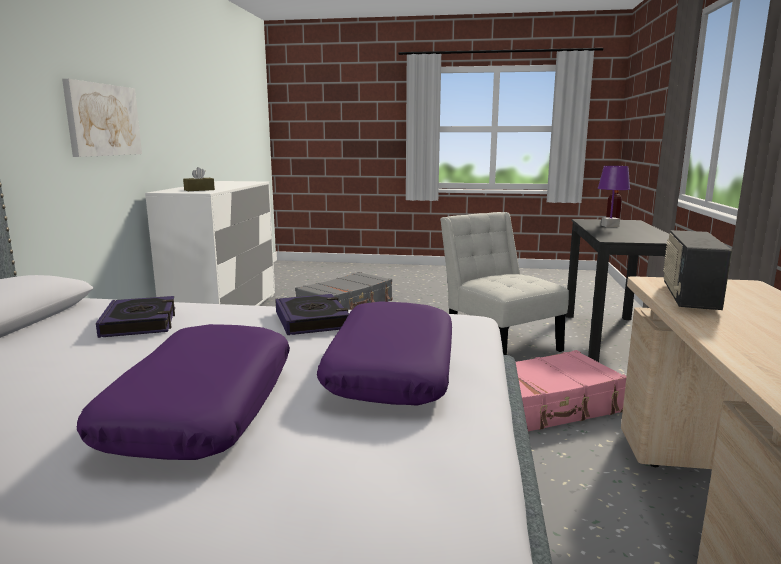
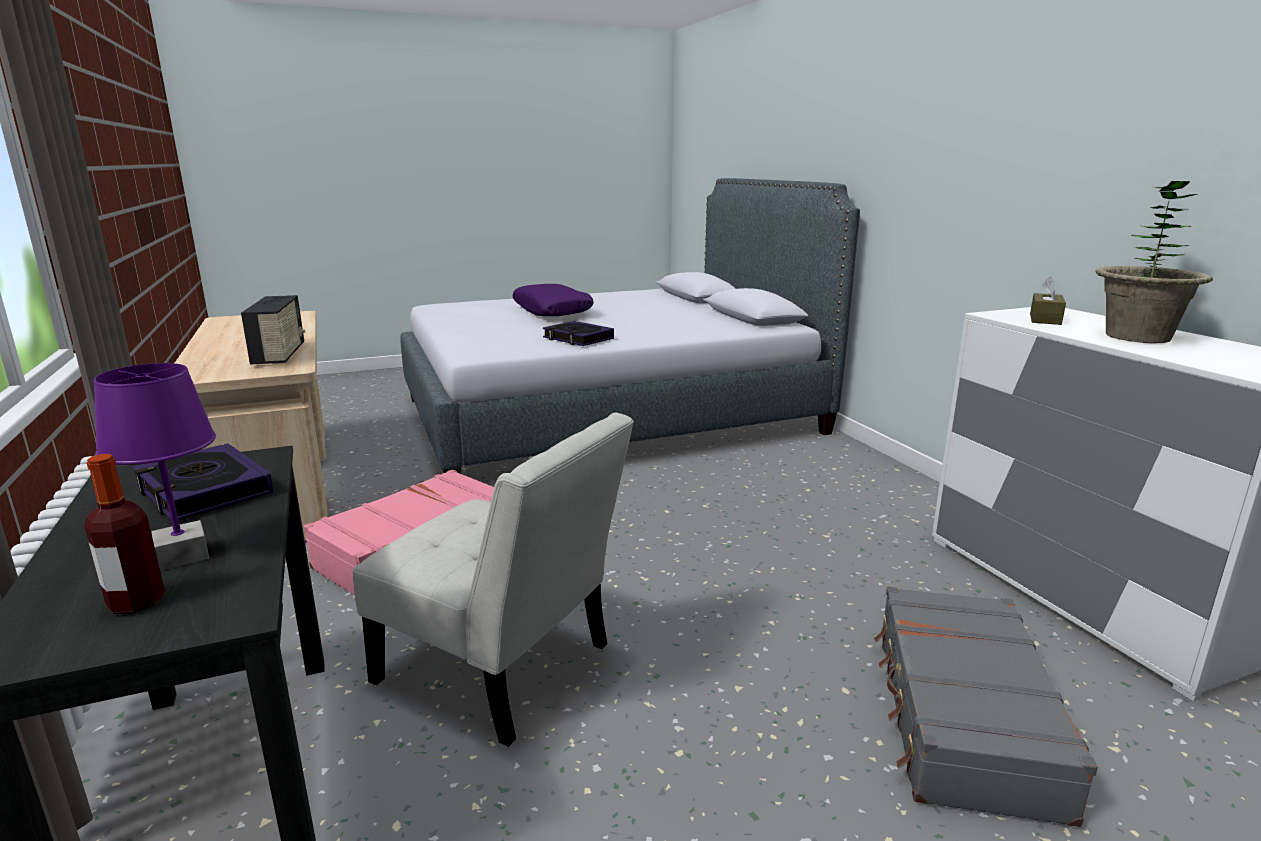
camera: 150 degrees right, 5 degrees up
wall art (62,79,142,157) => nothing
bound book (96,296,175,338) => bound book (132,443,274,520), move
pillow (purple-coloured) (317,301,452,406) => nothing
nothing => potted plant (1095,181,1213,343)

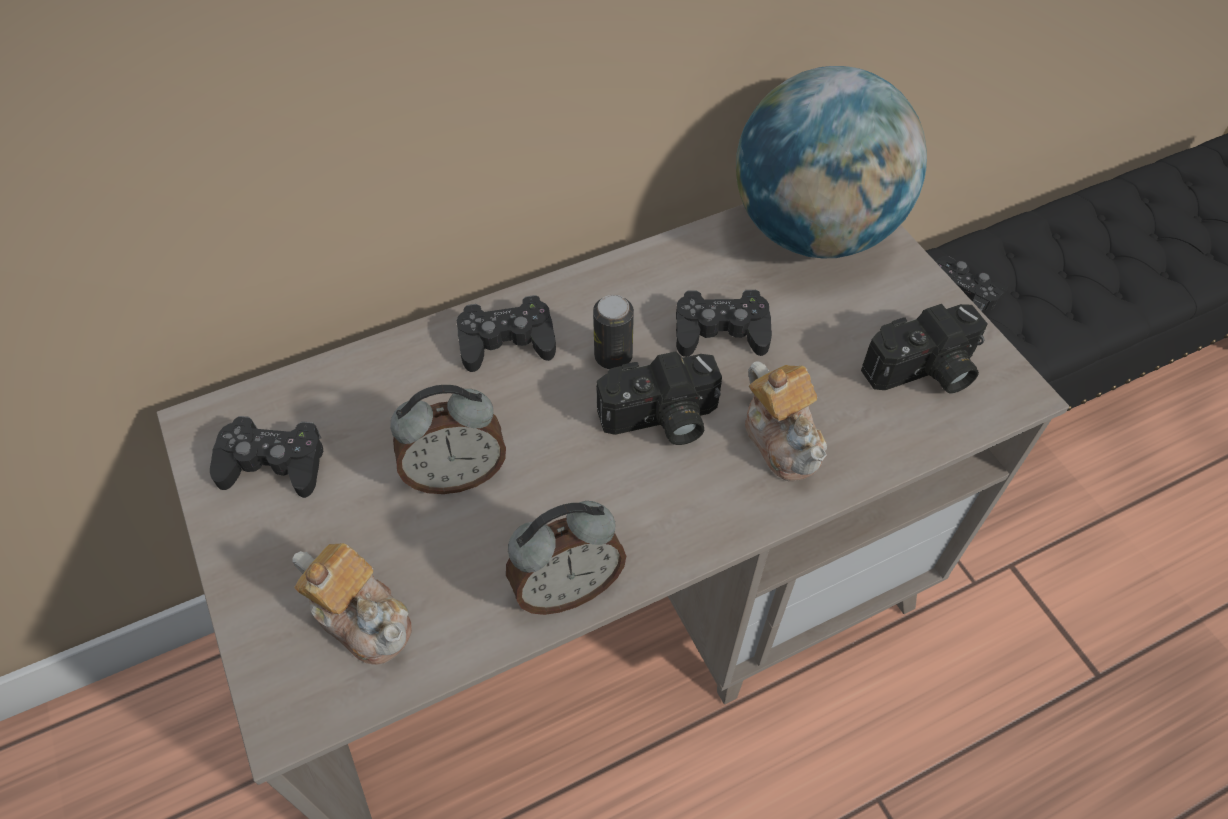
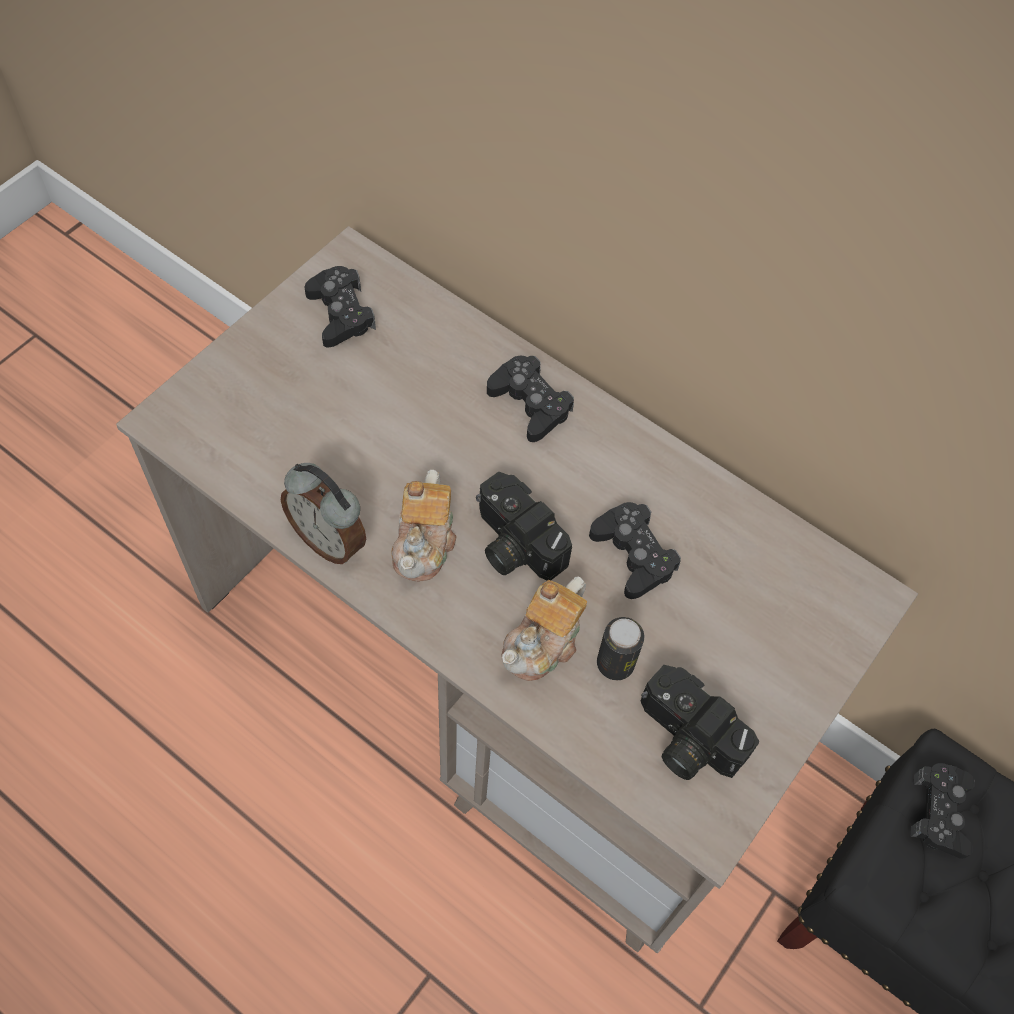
camera: 60 degrees right, 5 degrees up
globe (736,66,927,258) => nothing
sealed can (593,295,634,369) => sealed can (597,617,644,680), move
bedside clock (390,385,506,494) => nothing
tea pot (292,543,412,665) => tea pot (391,470,457,582), move

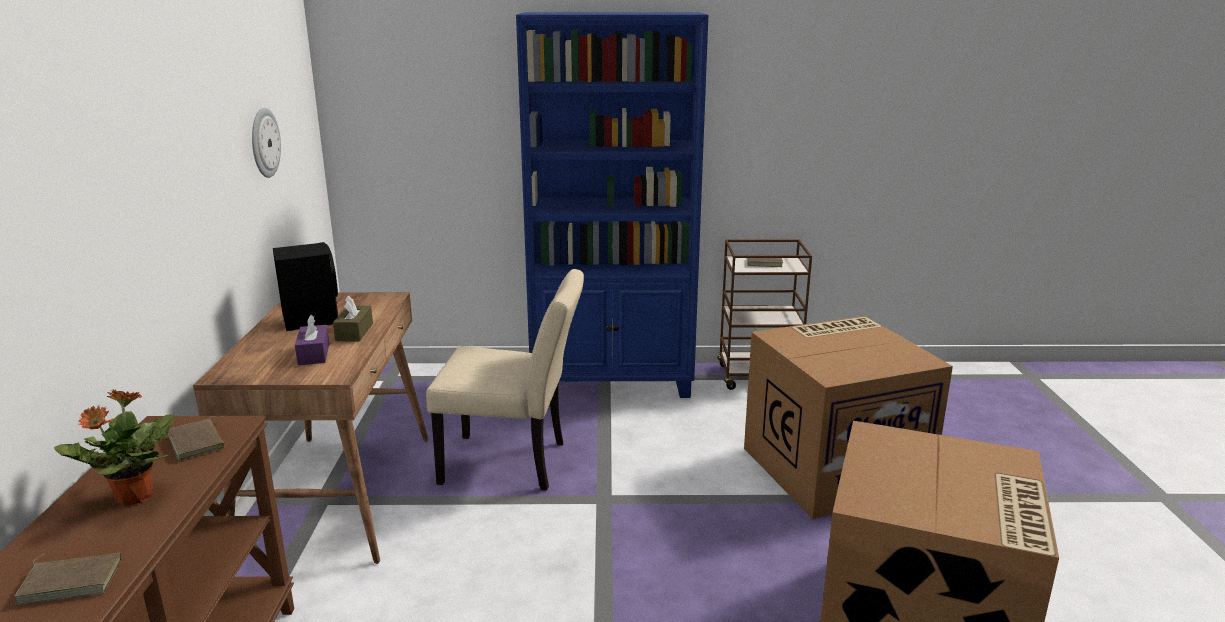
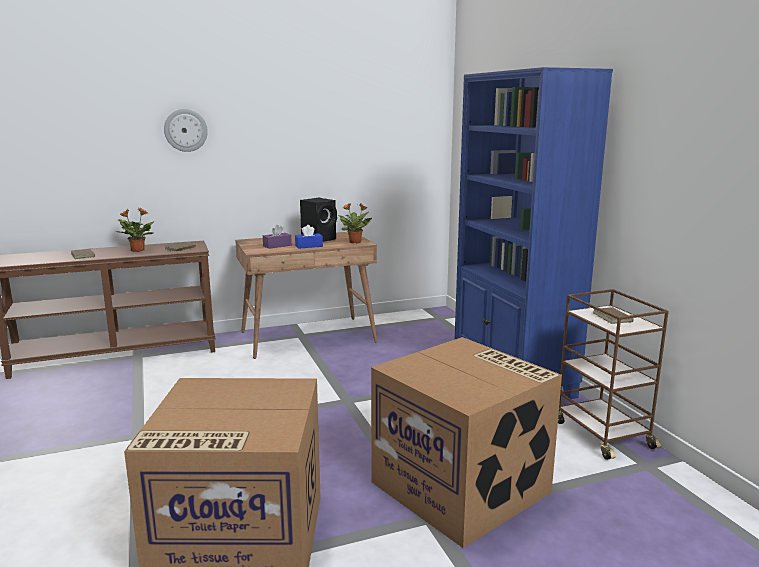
camera: 70 degrees right, 5 degrees down
hanging clock (252,108,281,178) => hanging clock (164,109,208,152), move
upright chair (sand-coloured) (426,269,584,490) => nothing
tissue holder (brown-coloured) (333,295,373,341) => tissue holder (blue-coloured) (295,225,323,249)
nothing => potted plant (338,203,372,243)

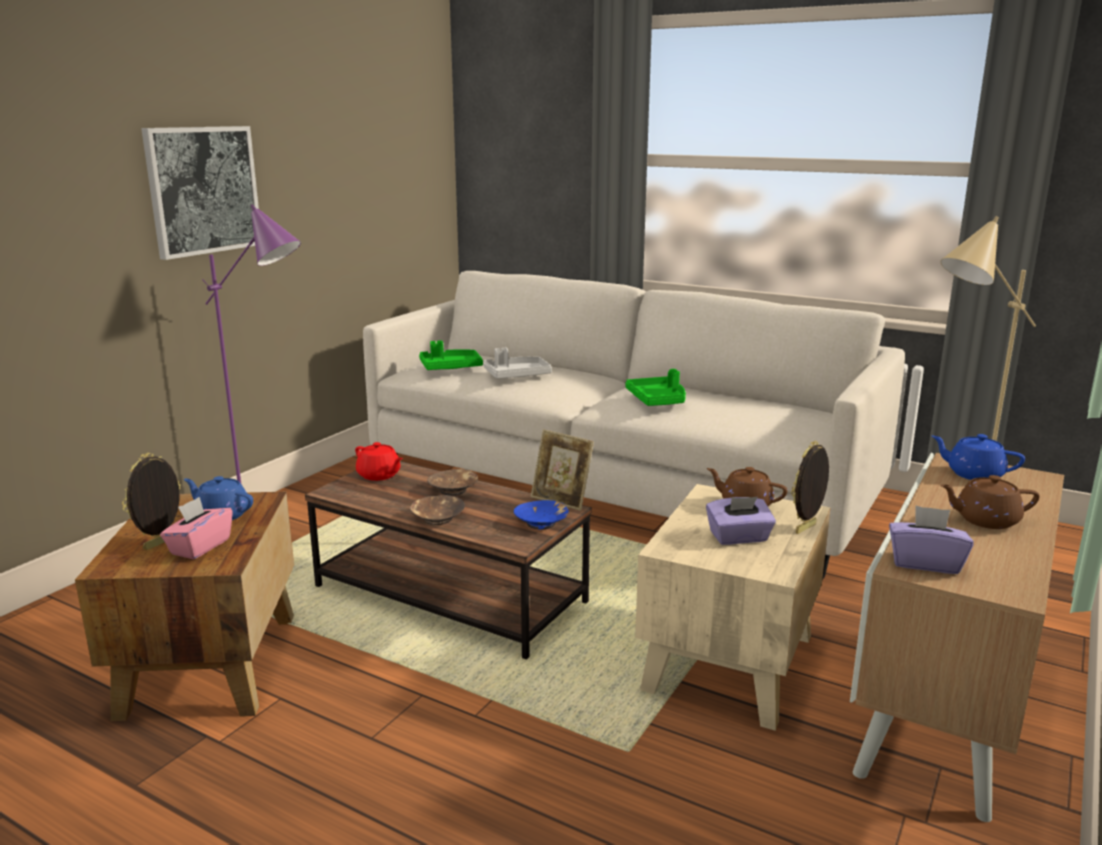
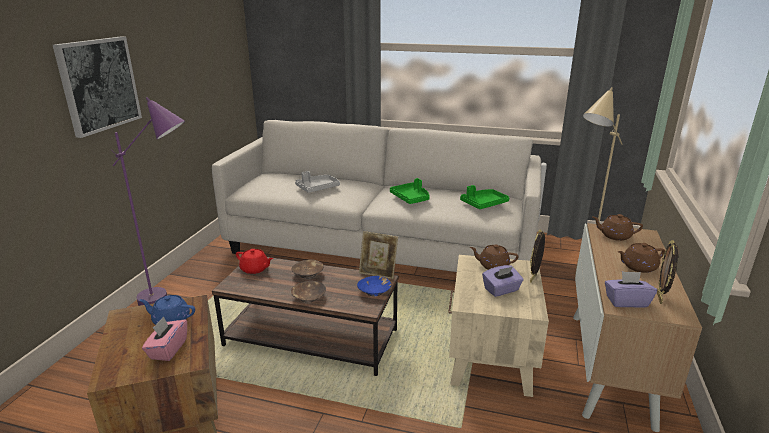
camera: 15 degrees left, 5 degrees up
tray (green-coloured) (419,340,483,370) => tray (green-coloured) (460,185,509,209), move
tea pot (blue-coloured) (932,434,1025,480) => tea pot (brown-coloured) (593,214,643,241)
photo frame (122,453,180,550) => photo frame (657,240,678,304), move

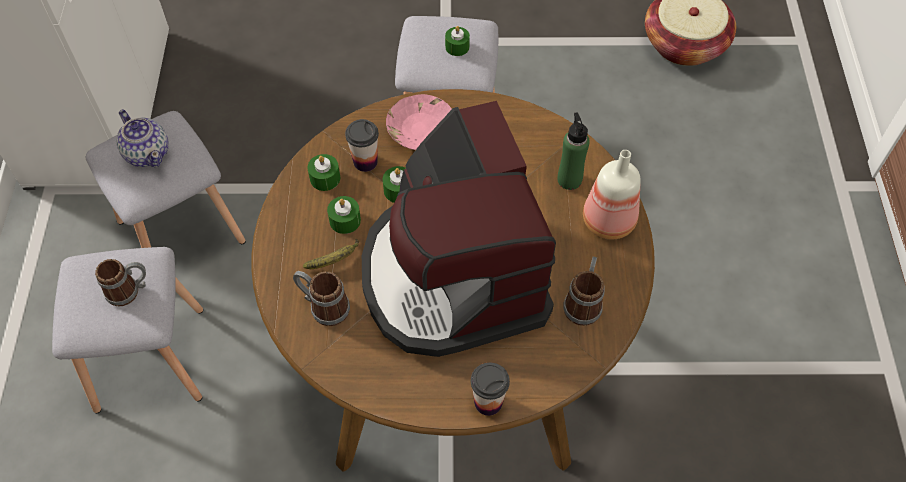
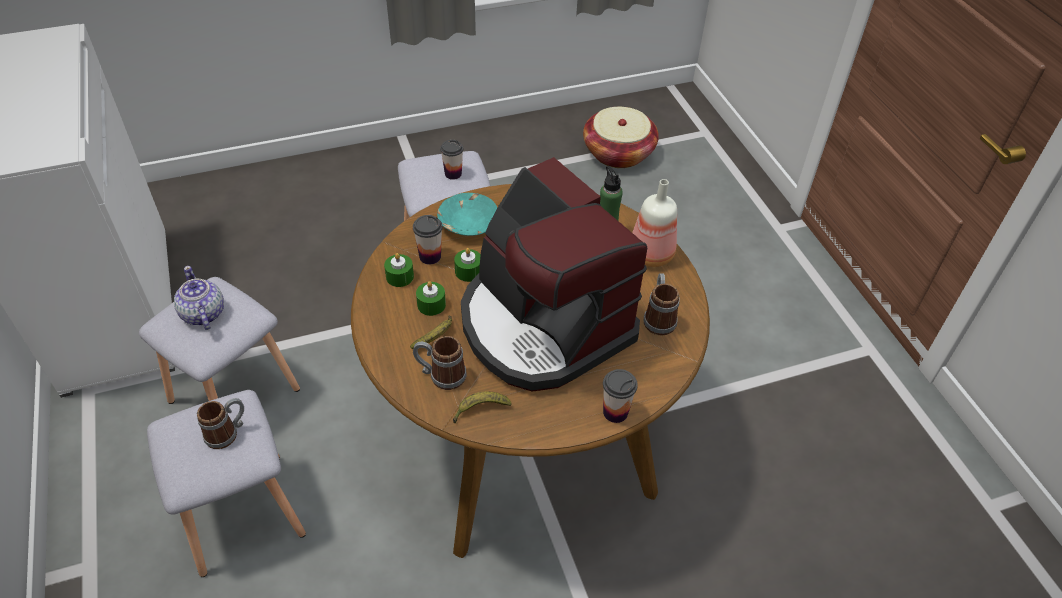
camera: 20 degrees left, 10 degrees down
wax light (green-coloured) (445,26,470,56) => drinking cup (440,140,463,180)
bowl (pinkish) (386,94,452,150) => bowl (turquoise) (437,193,498,236)
tea pot (116,109,168,167) => tea pot (174,266,224,330), 150 degrees counterclockwise
nothing => whole banana (453,391,512,423)

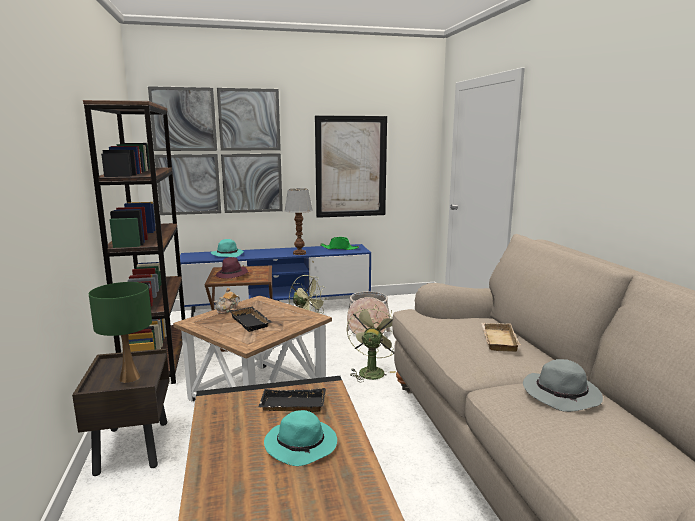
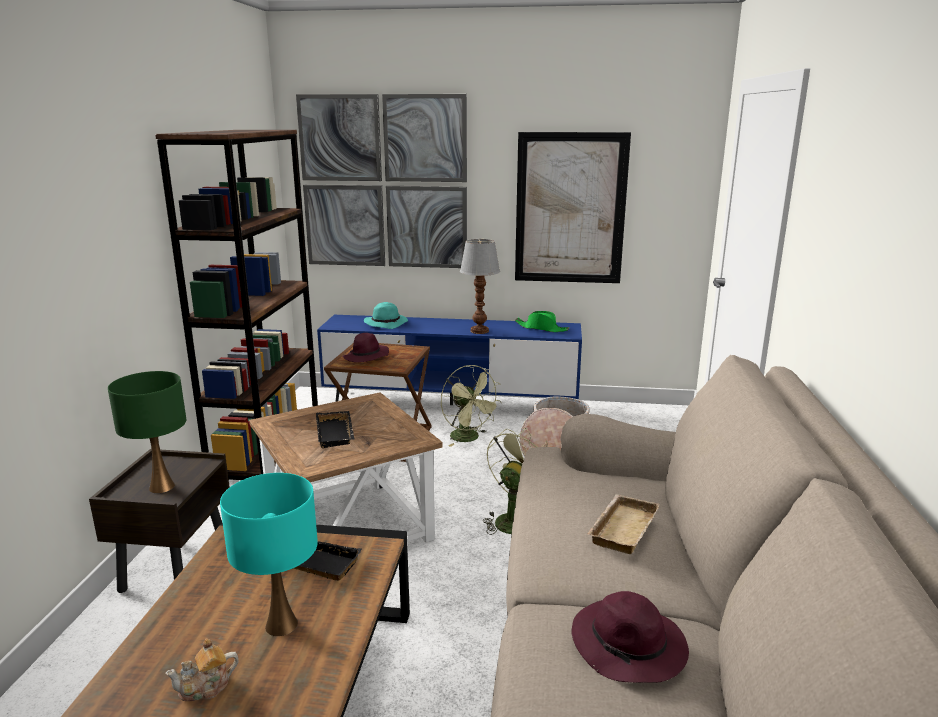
camera: 20 degrees right, 5 degrees up
tea pot (214,288,240,314) => tea pot (165,638,239,701), move
clothing hat (gray) (523,359,603,412) => clothing hat (purple-coloured) (571,591,689,683)
clothing hat (turquoise) (264,410,337,466) => tabletop lamp (turquoise) (220,473,318,636)

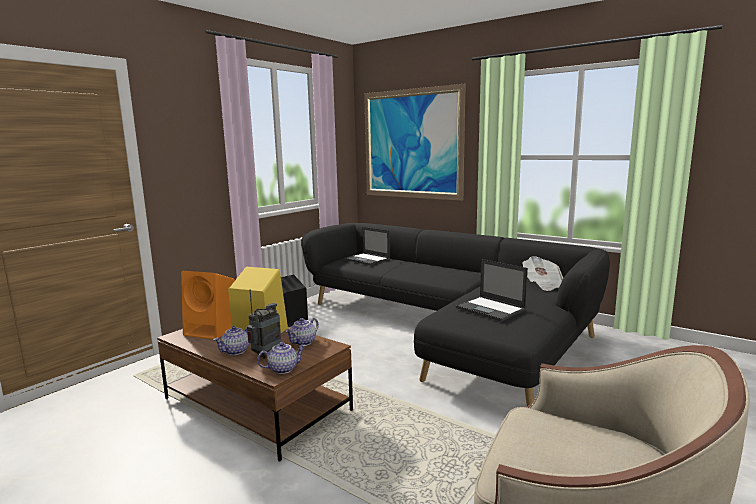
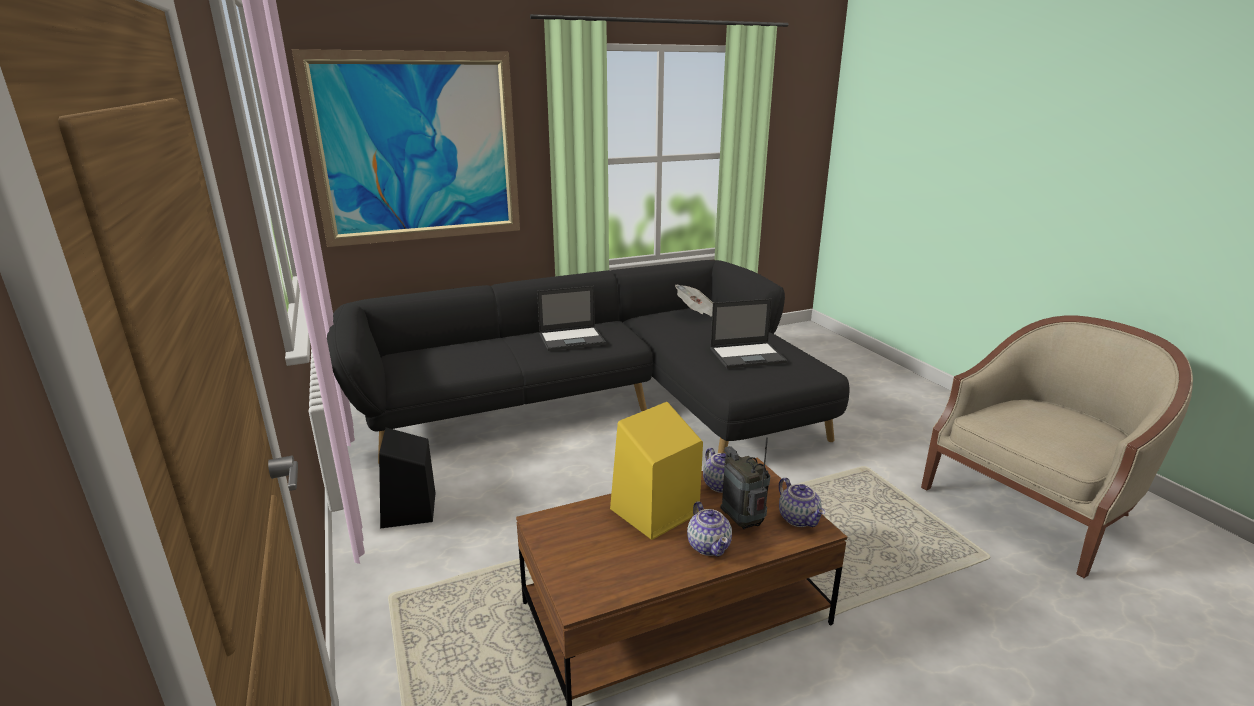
camera: 60 degrees left, 10 degrees up
notebook computer (344,227,390,265) => notebook computer (537,286,606,351), move
speaker (orange-coloured) (181,271,235,339) => nothing
tea pot (257,342,306,374) => tea pot (779,477,825,527), 150 degrees clockwise

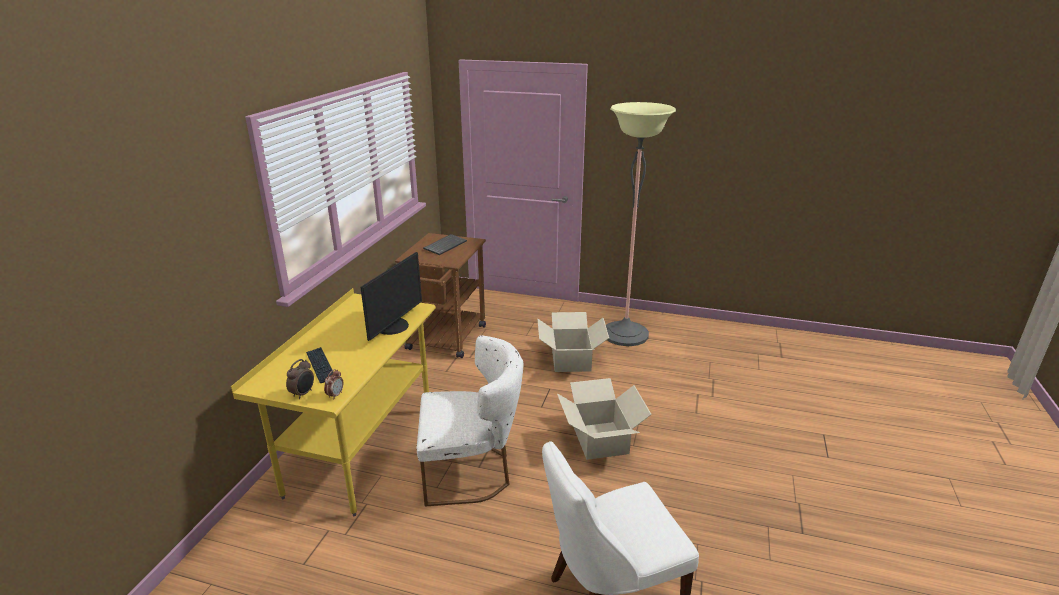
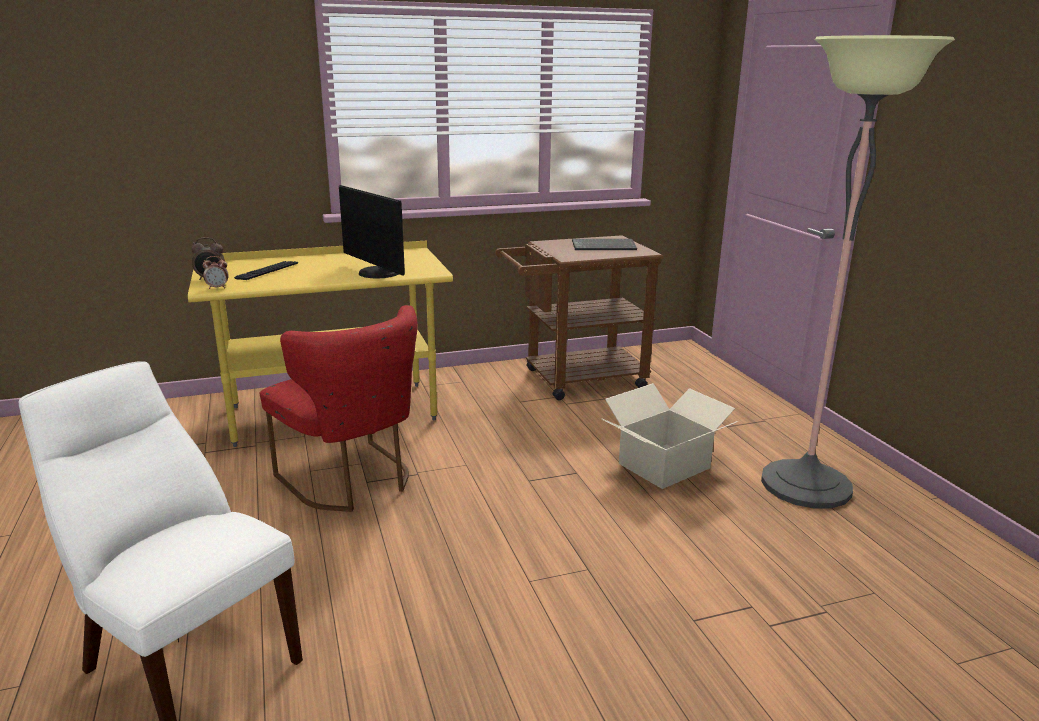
camera: 55 degrees right, 5 degrees down
computer display (360,252,422,341) => computer display (339,185,405,278), 60 degrees clockwise
upright chair (white) (417,335,523,506) => upright chair (red) (260,305,418,512)
packing box (557,378,652,460) => nothing

